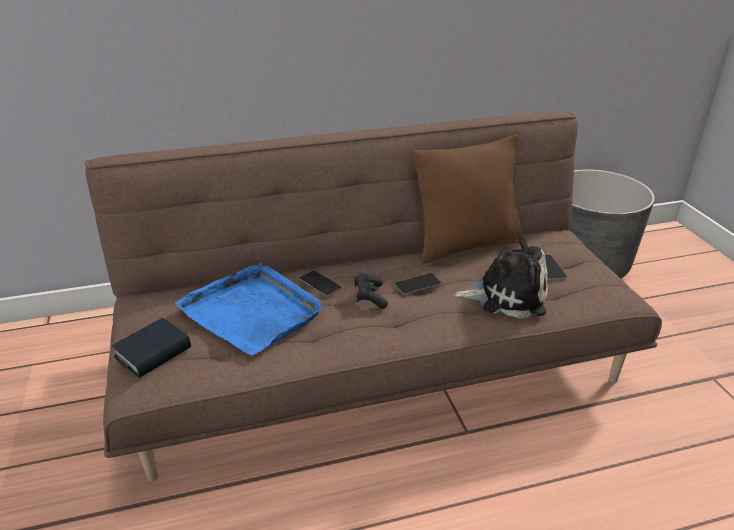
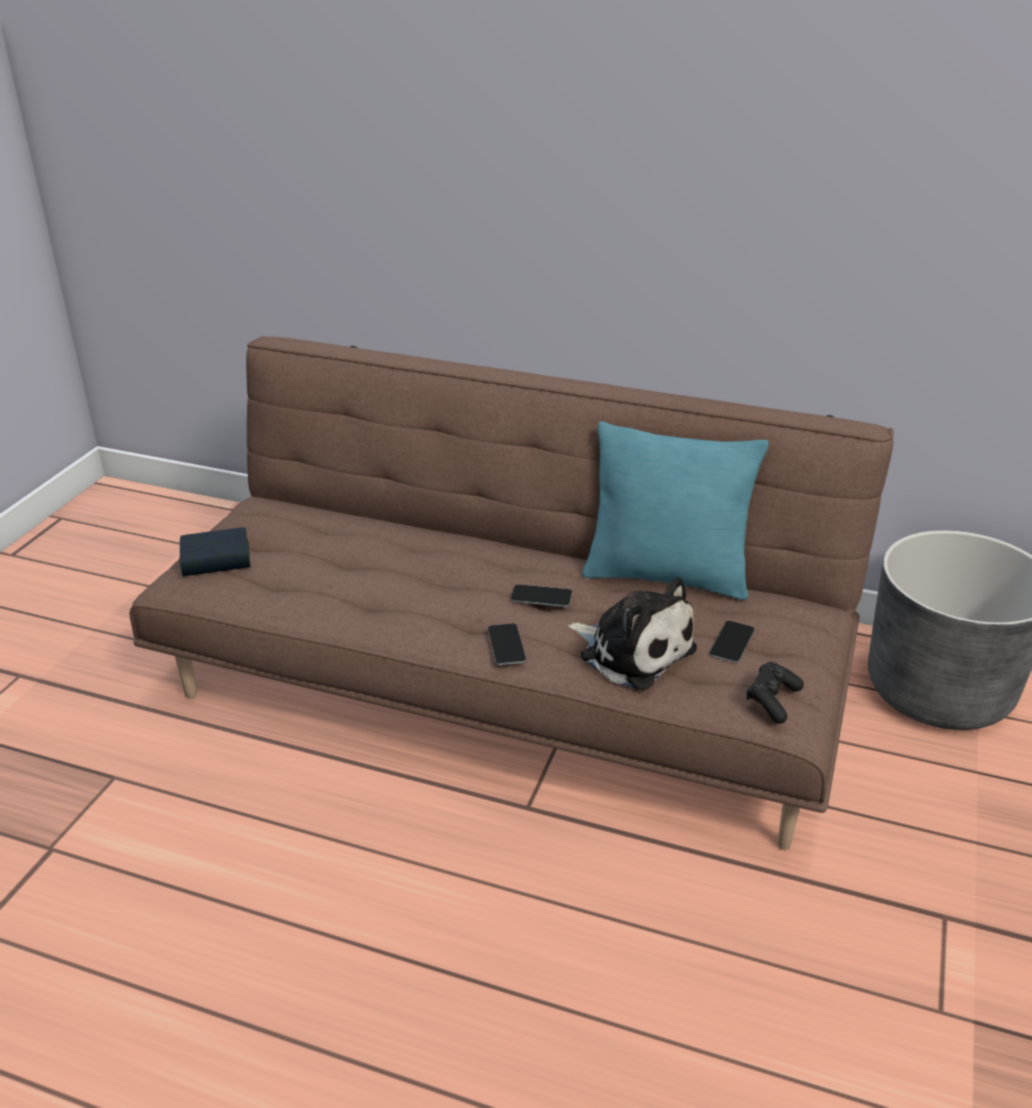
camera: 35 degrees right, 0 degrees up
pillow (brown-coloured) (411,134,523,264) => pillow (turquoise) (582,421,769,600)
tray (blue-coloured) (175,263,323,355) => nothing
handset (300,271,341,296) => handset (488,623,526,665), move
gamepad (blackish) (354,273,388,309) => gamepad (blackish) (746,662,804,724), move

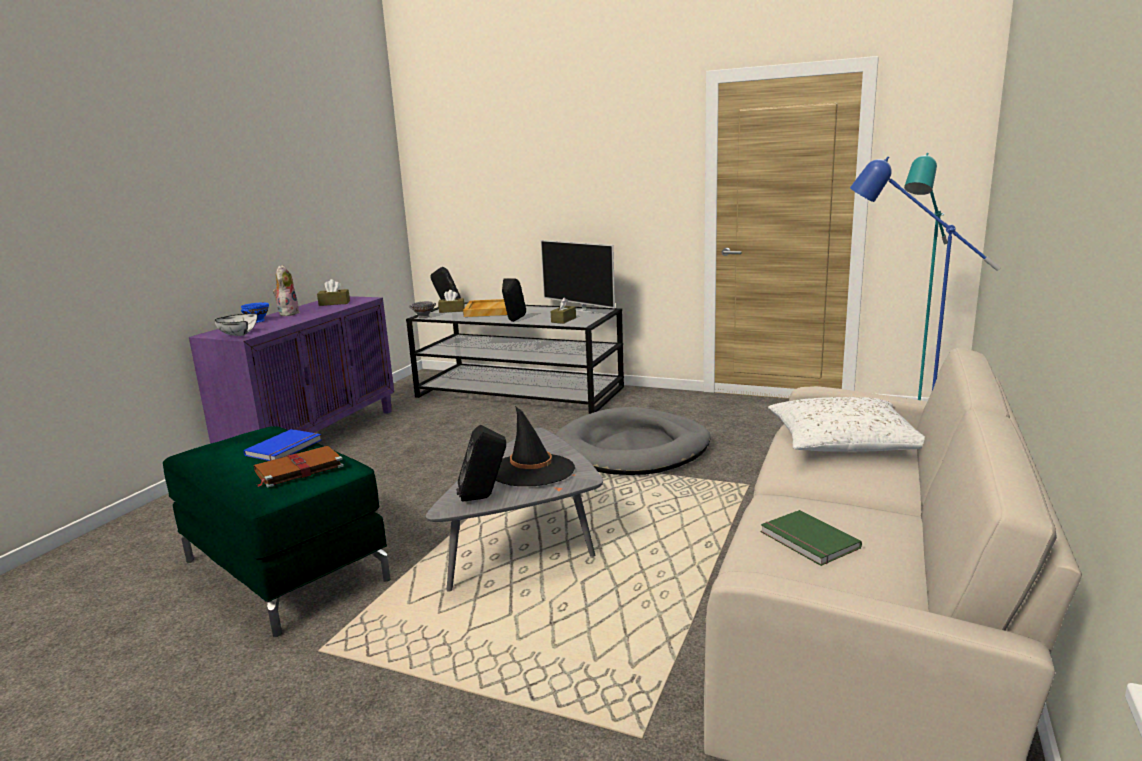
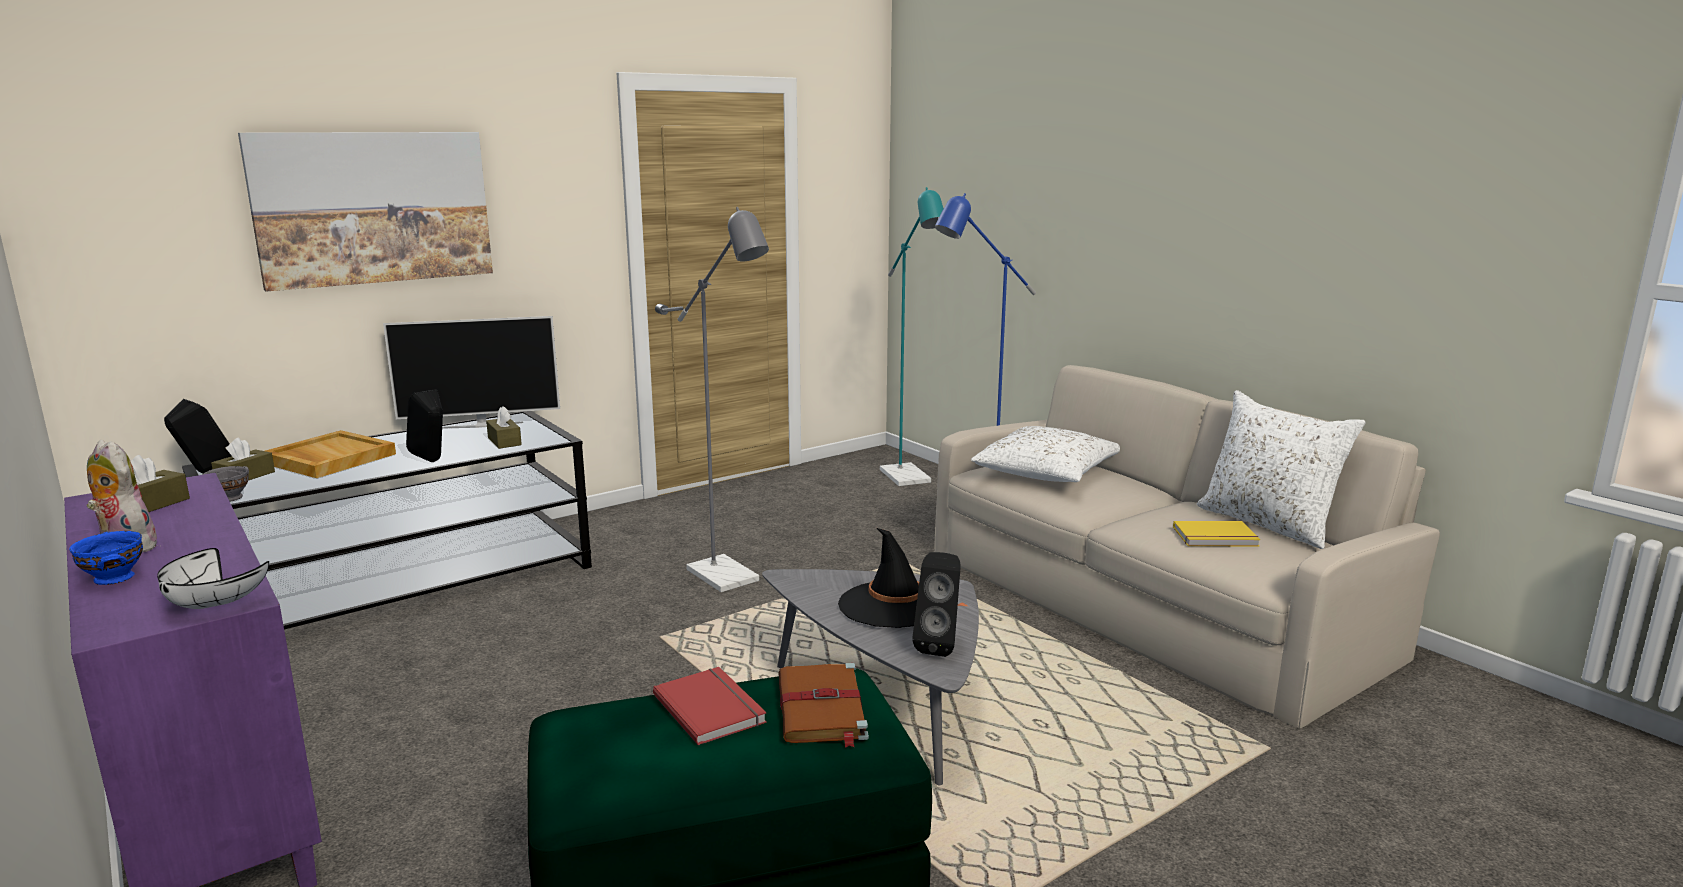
camera: 60 degrees left, 0 degrees up
dog cushion (gray) (555,407,711,475) => floor lamp (gray) (678,207,769,592)
bound book (blue-coloured) (243,429,322,461) => bound book (red) (653,667,767,745)
bound book (green-coloured) (760,510,862,566) => bound book (yellow-coloured) (1173,521,1260,546)
nothing => wall art (238,132,493,292)
nothing => pillow (white) (1197,390,1366,549)

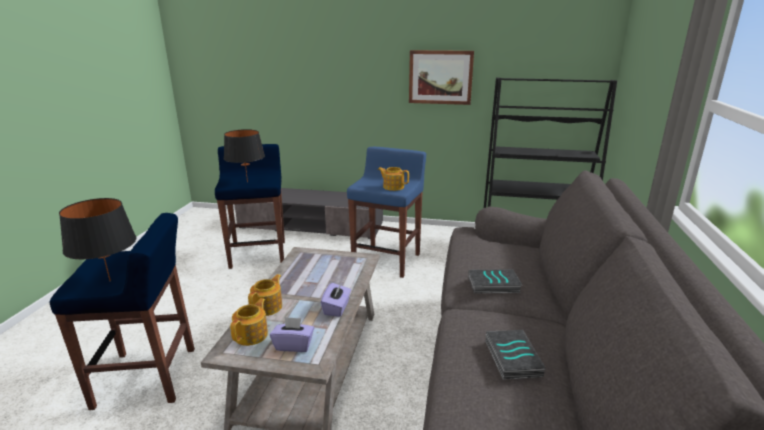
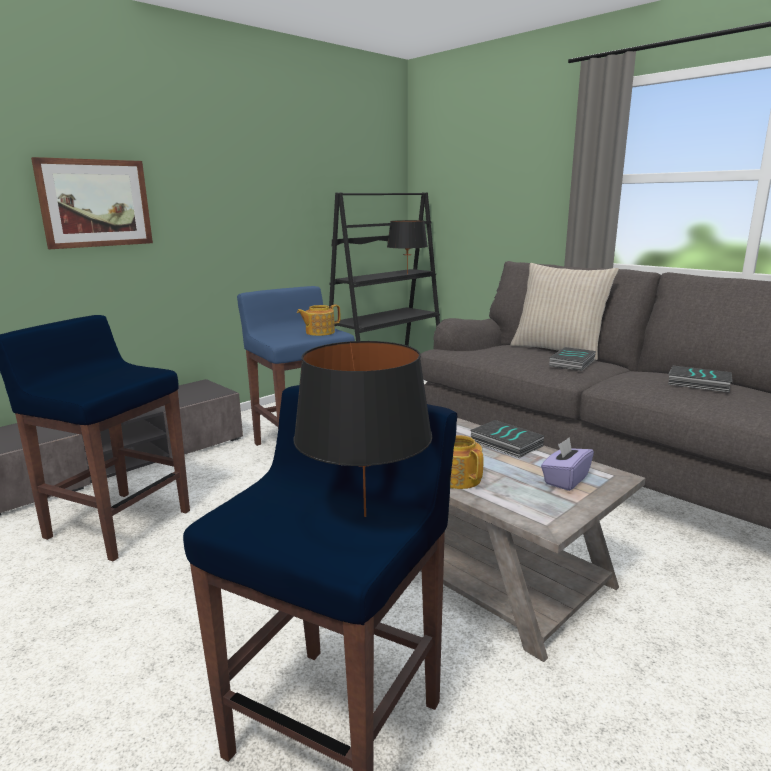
camera: 55 degrees left, 5 degrees down
wall art (409,50,474,105) => wall art (31,157,153,249), move
tabletop lamp (blackish) (224,129,265,182) => tabletop lamp (blackish) (387,220,428,274), move
tissue holder (purple-coloured) (321,283,351,317) => bound book (470,420,544,458)
tea pot (230,298,268,346) => nothing
nothing => pillow (sand-coloured) (511,263,619,360)

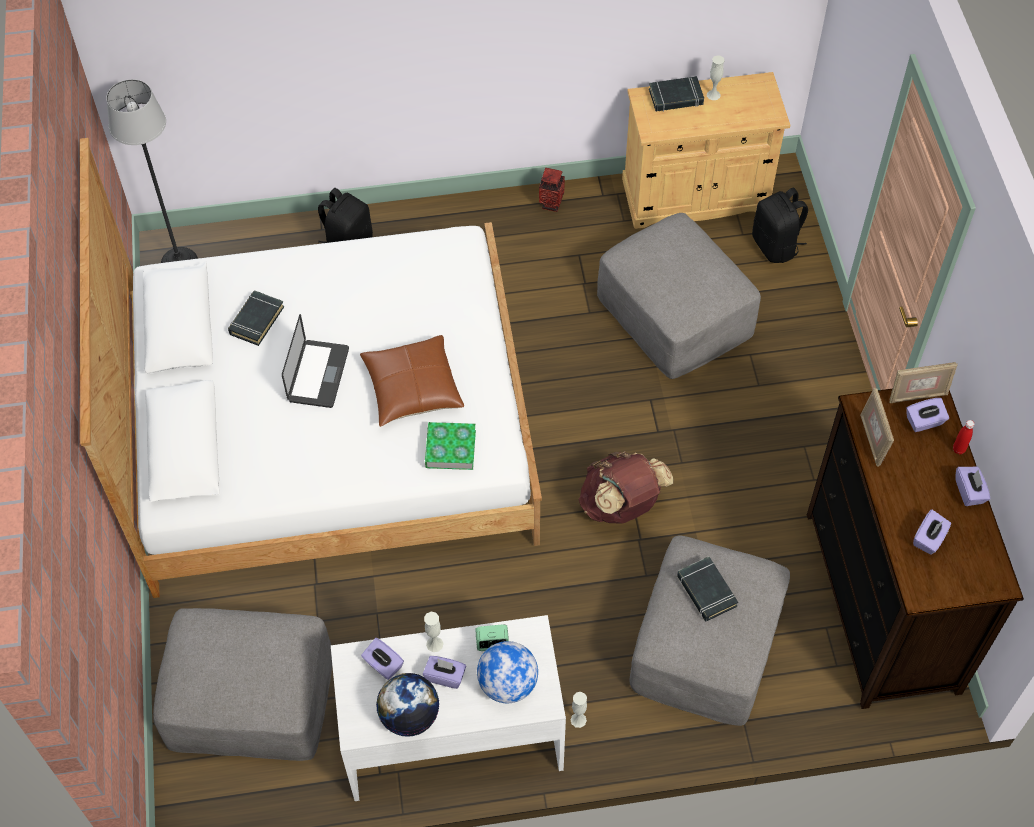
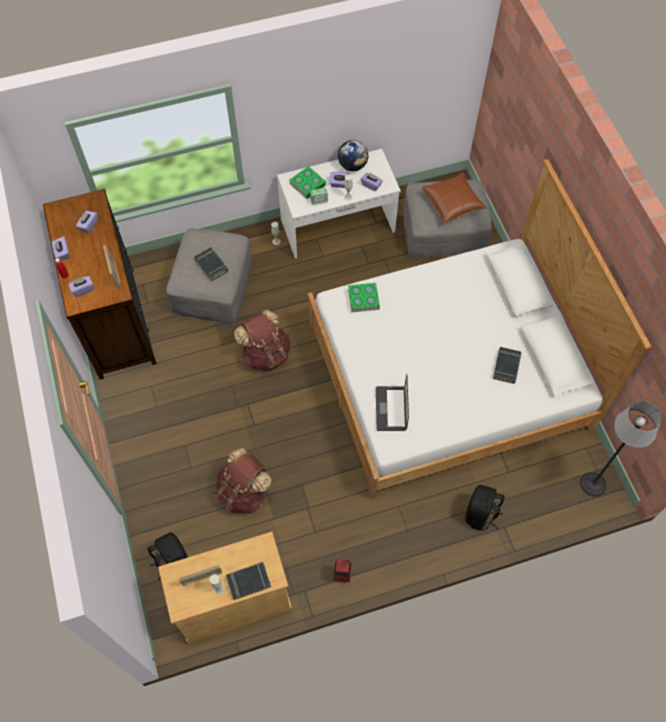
camera: 170 degrees right, 5 degrees up
footrest (gray) (597,213,761,379) => knapsack (brown-coloured) (214,448,271,514)
notebook computer (282,314,349,408) => notebook computer (376,374,409,431), move
pillow (brown-coloured) (360,335,464,427) => pillow (brown-coloured) (422,172,487,224), move
photo frame (889,362,958,403) => photo frame (179,565,222,586), move
globe (477,641,538,703) => bound book (290,166,326,199)

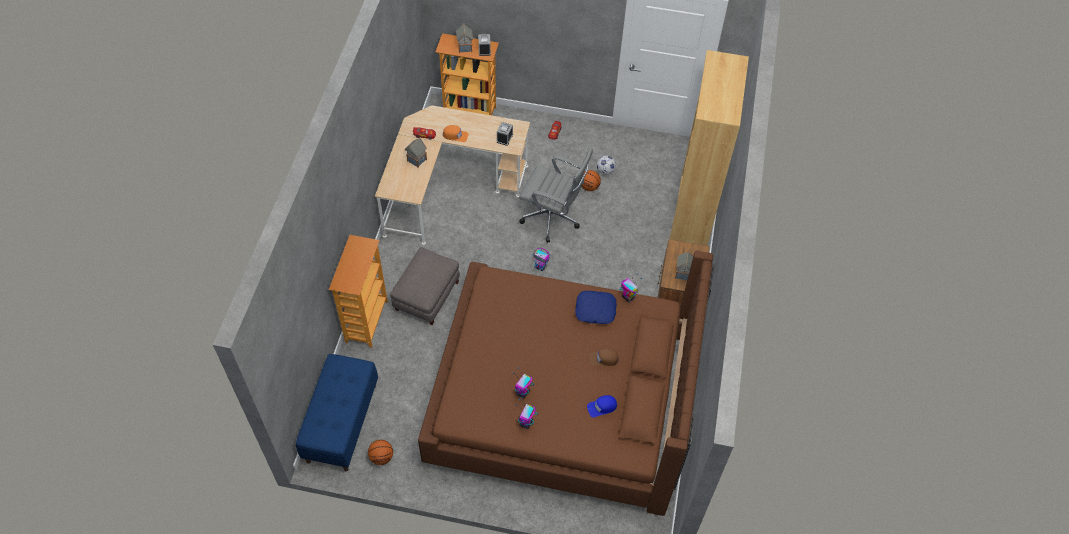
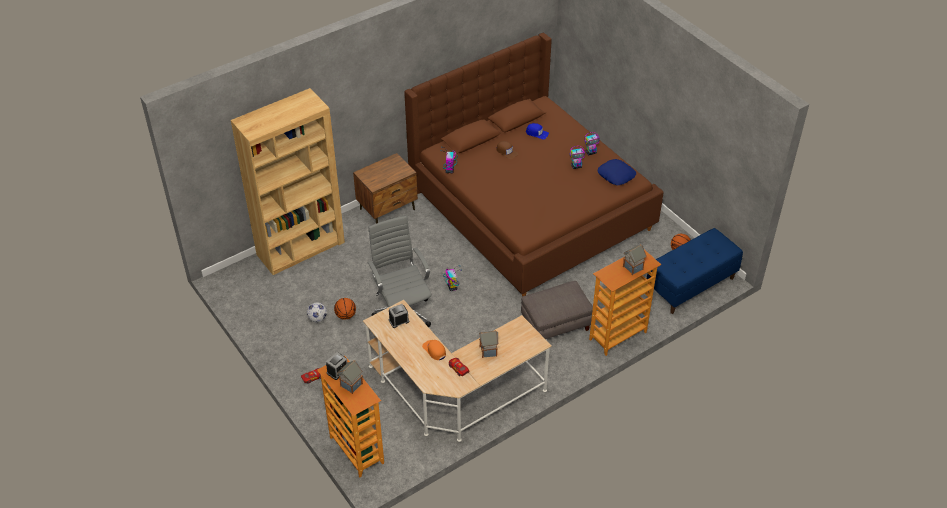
camera: 135 degrees left, 10 degrees down
model house (675,251,693,280) => model house (623,244,647,275), move
pillow (blue-coloured) (575,291,617,324) => pillow (blue-coloured) (598,159,636,185), move

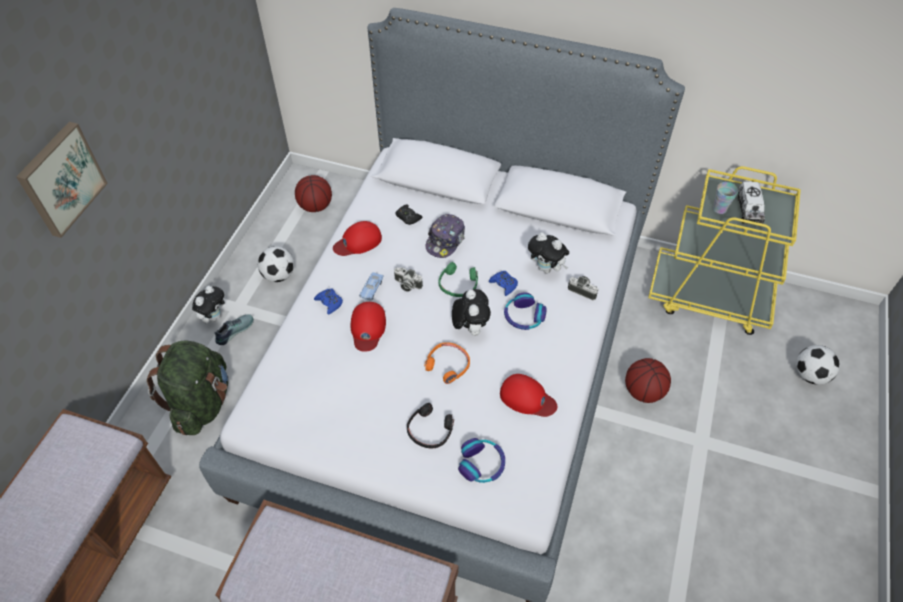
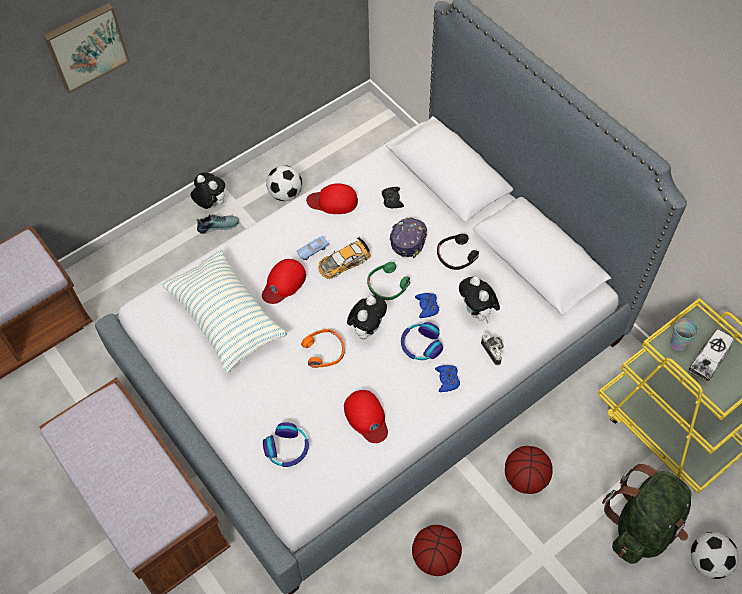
camera: 35 degrees right, 5 degrees up
basketball ball (295,175,332,212) => basketball ball (412,525,462,576), move
cap (426,214,465,258) => cap (390,217,427,258), 135 degrees clockwise
photo camera (394,267,423,292) => miniature car (318,237,371,279)
soft toy (192,286,225,323) => soft toy (191,173,225,209), 120 degrees counterclockwise
gamepad (blue-coloured) (314,289,343,315) => gamepad (blue-coloured) (435,365,460,392), move
knapsack (green-coloured) (147,341,228,435) => knapsack (green-coloured) (602,464,691,564), move
headset (blackish) (407,403,454,448) => headset (blackish) (437,234,479,270), move
nothing => pillow (161,249,287,373)

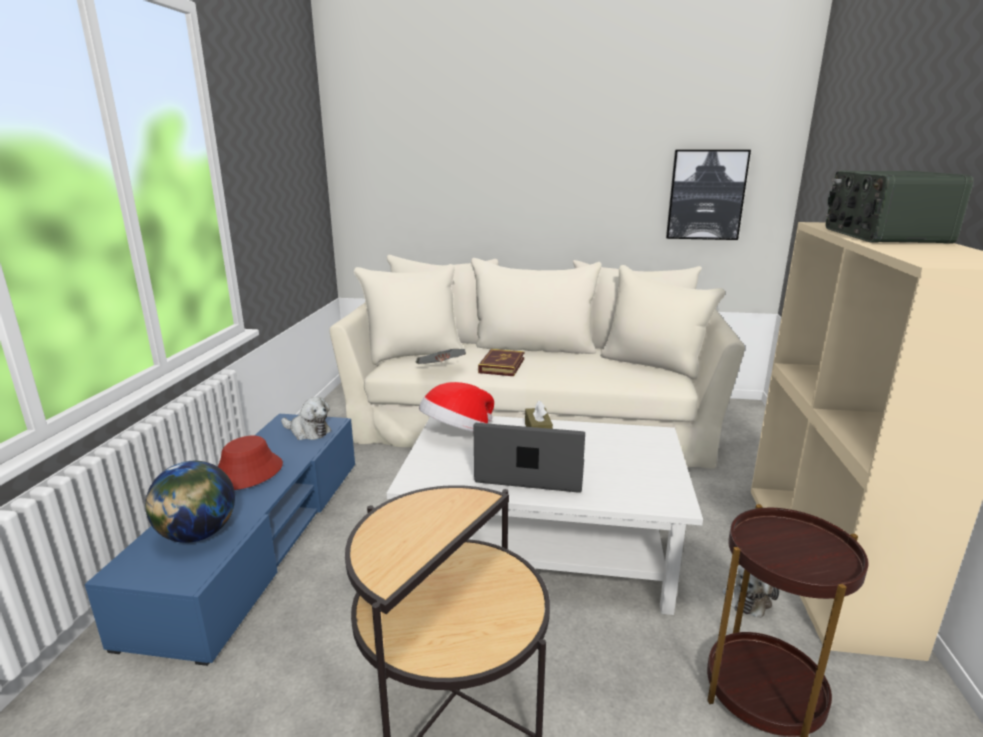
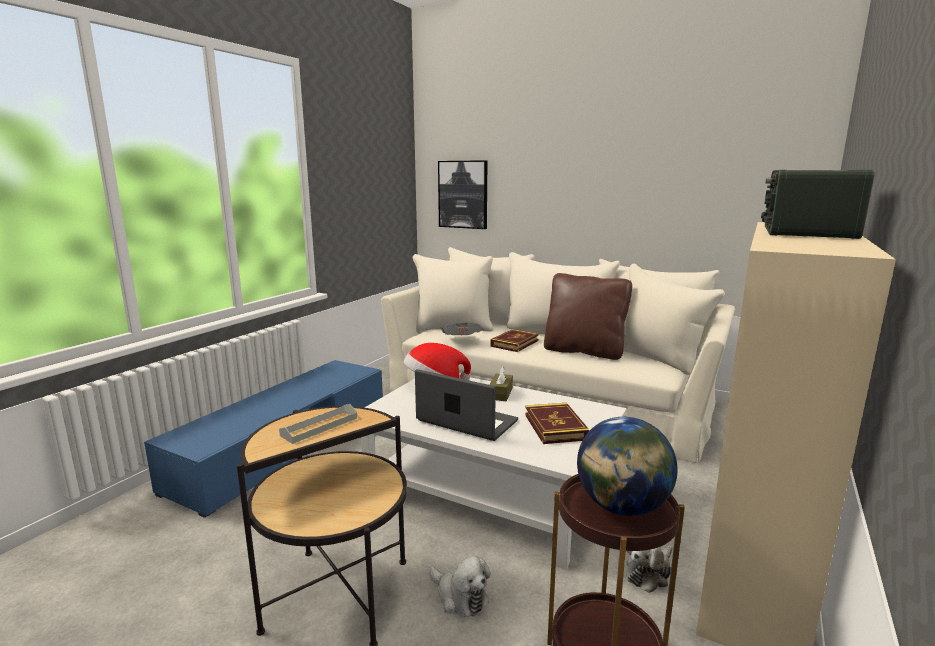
camera: 20 degrees right, 5 degrees down
wall art (666,150,751,240) => wall art (438,160,487,229), move
soft toy (281,397,331,440) => soft toy (429,556,491,617), move
clothing hat (red) (217,435,283,490) => nothing
globe (145,461,235,543) => globe (577,417,678,516), move
nothing => pillow (brown-coloured) (544,273,632,360)
nothing => bound book (525,403,590,444)
nothing => tray (gray) (279,404,357,444)

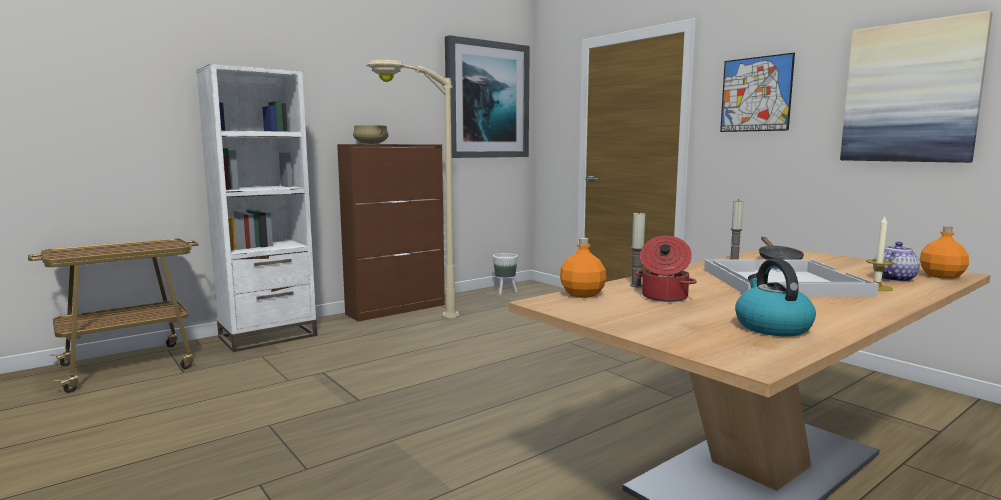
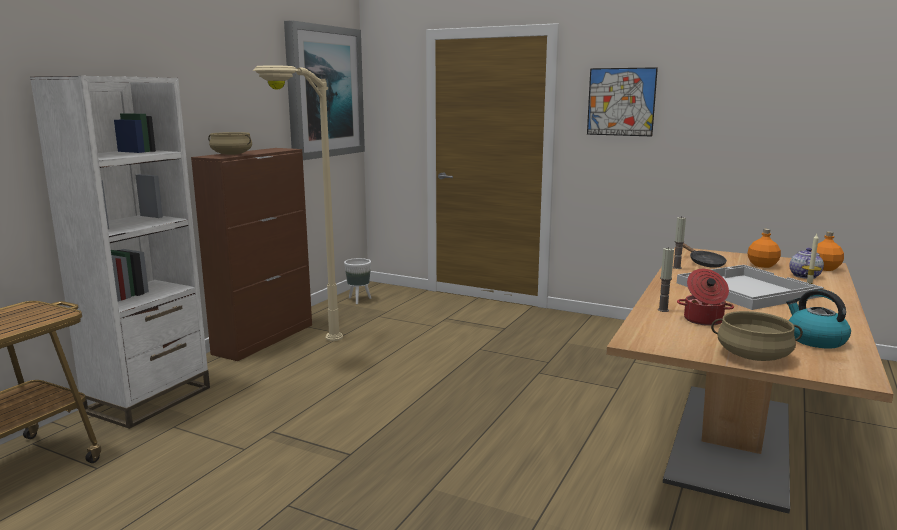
camera: 25 degrees left, 5 degrees up
wall art (840,11,993,163) => nothing
drink bottle (orange-coloured) (560,238,606,298) => drink bottle (orange-coloured) (747,229,781,268), move
nothing => stockpot (sand-coloured) (711,311,803,361)

